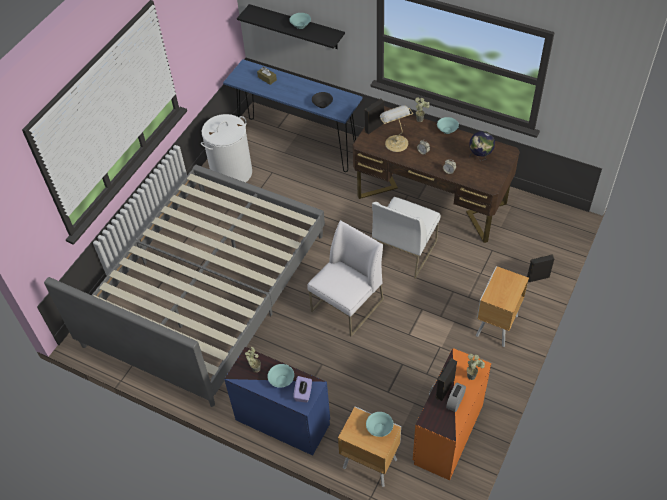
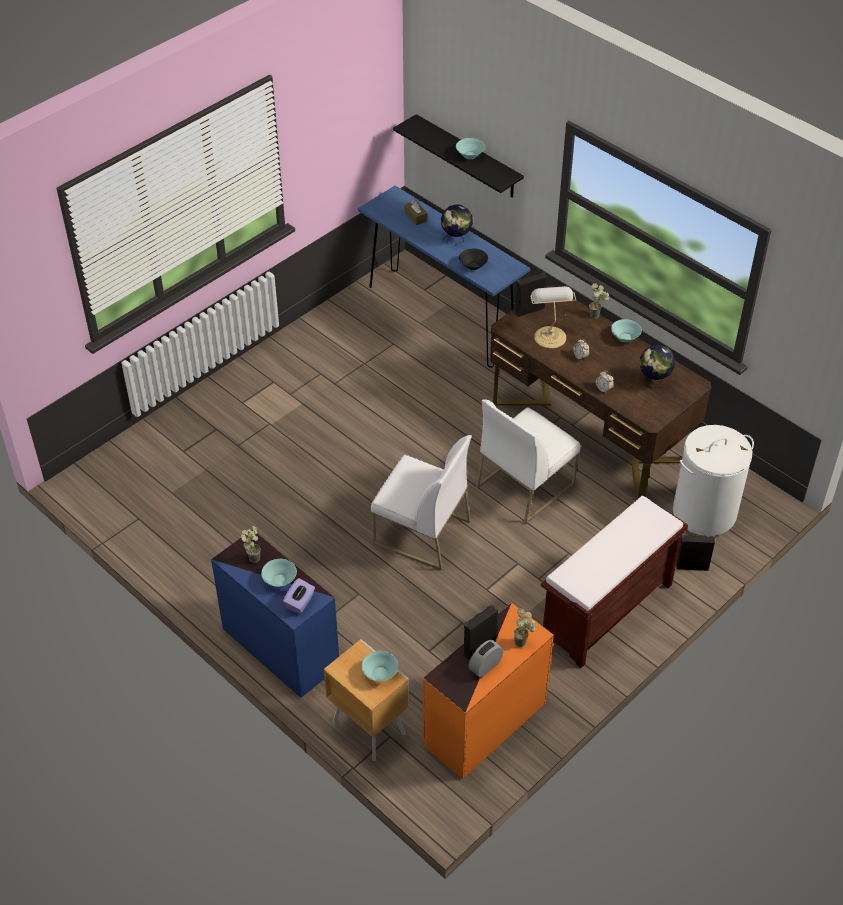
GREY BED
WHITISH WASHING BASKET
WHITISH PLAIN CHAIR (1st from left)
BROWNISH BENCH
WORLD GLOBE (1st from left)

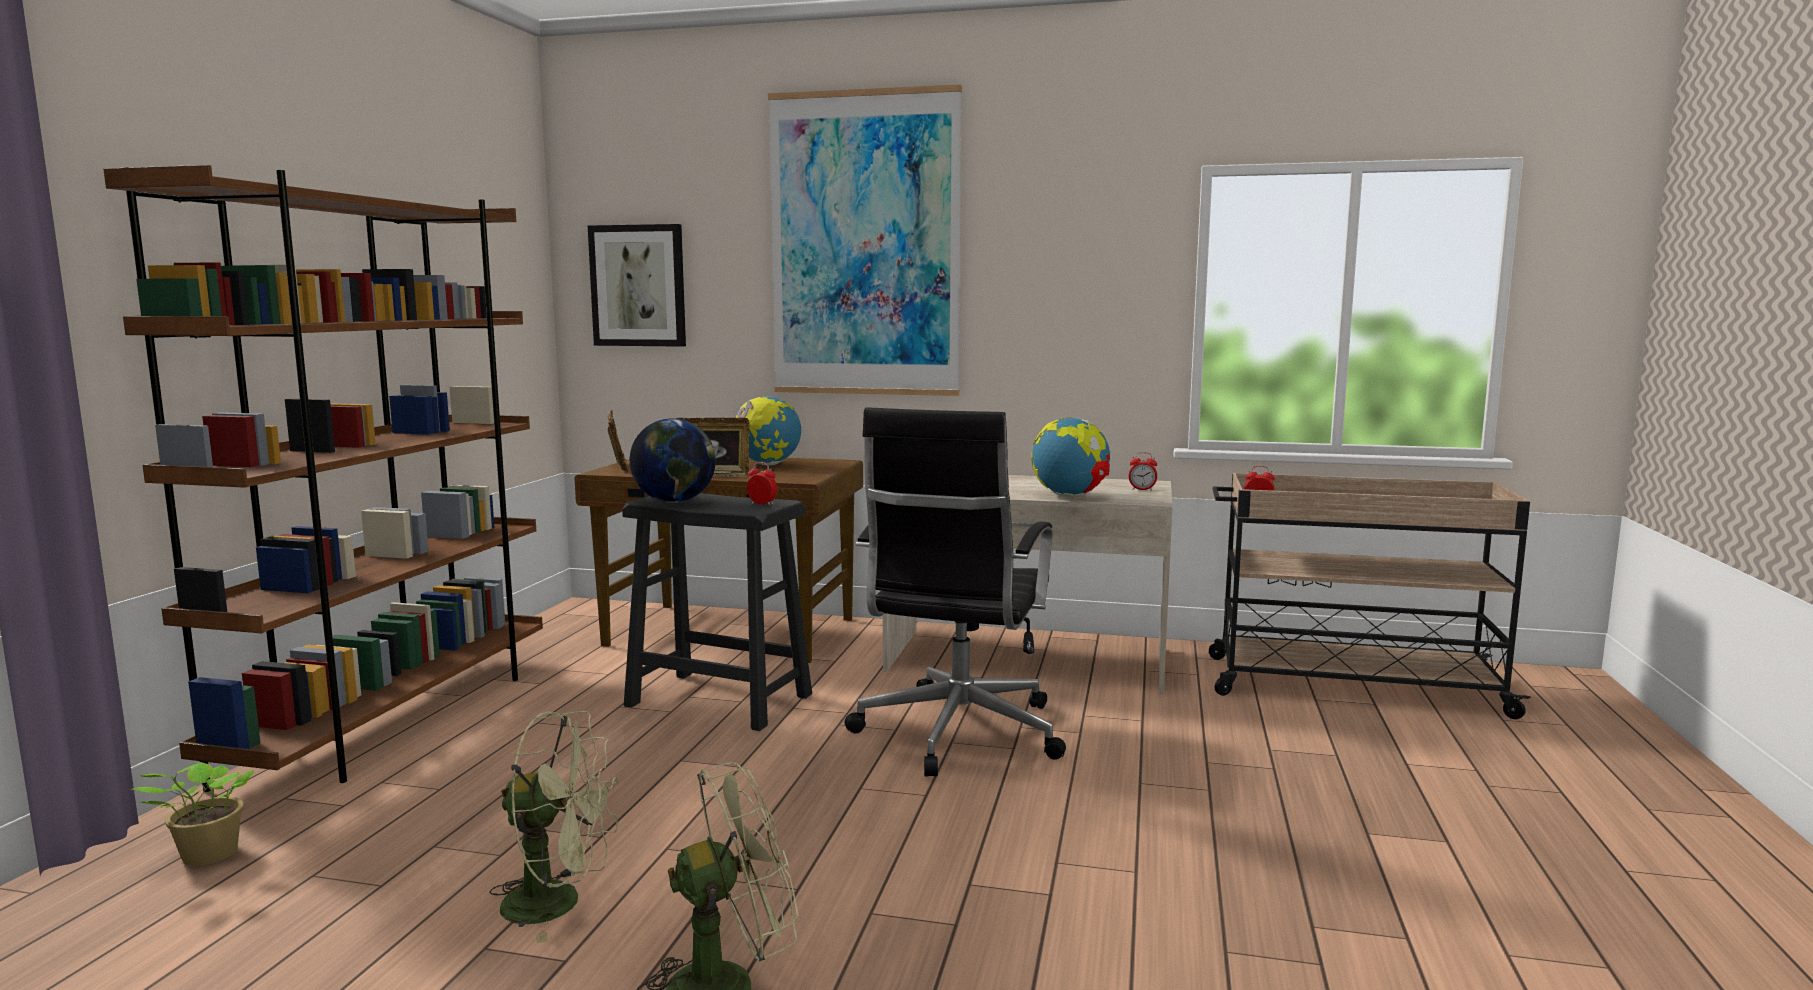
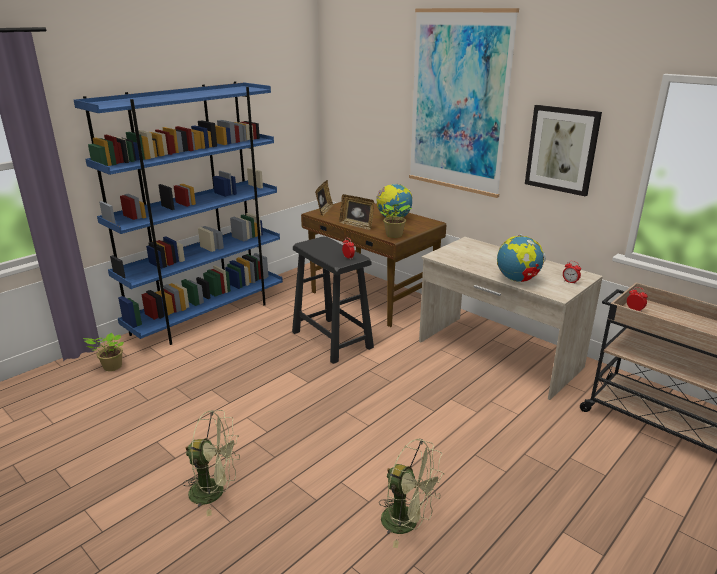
BLUE BOOKSHELF
GREEN-COLOURED ELECTRIC FAN (2nd from left)
PICTURE (2nd from left)
WORLD GLOBE (1st from left in the first image)
BLACK DESK CHAIR
HOUSEPLANT (2nd from left)

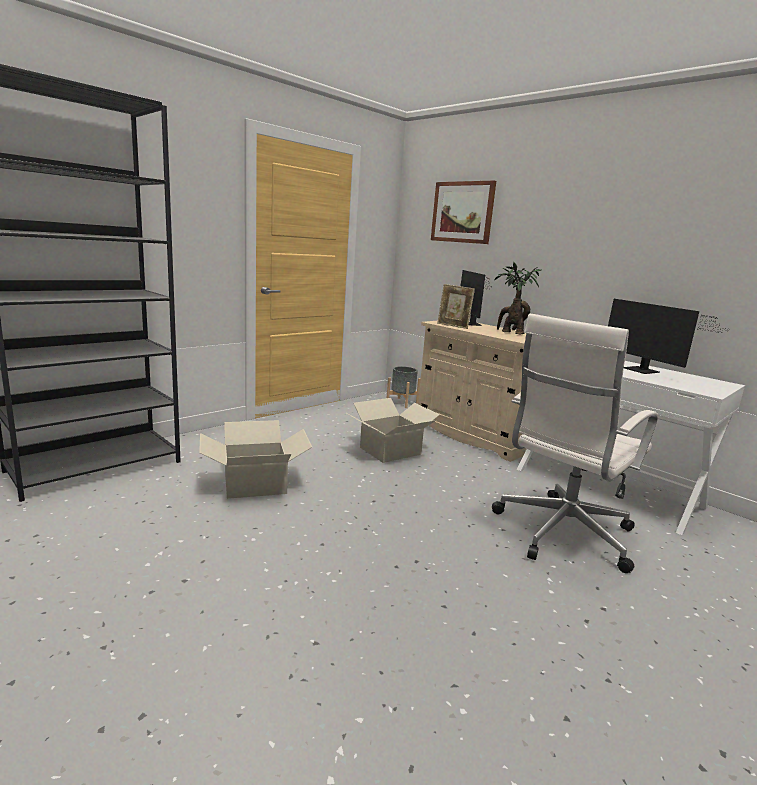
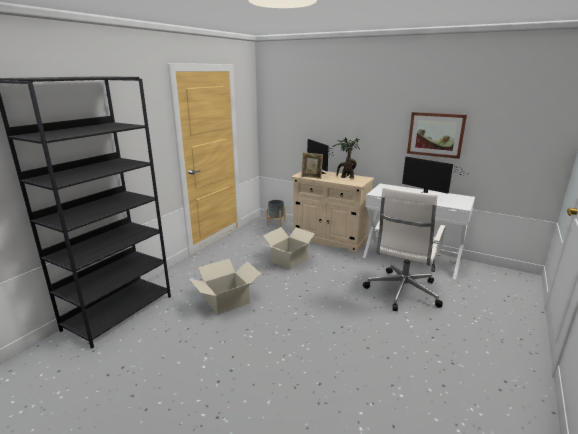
PICTURE

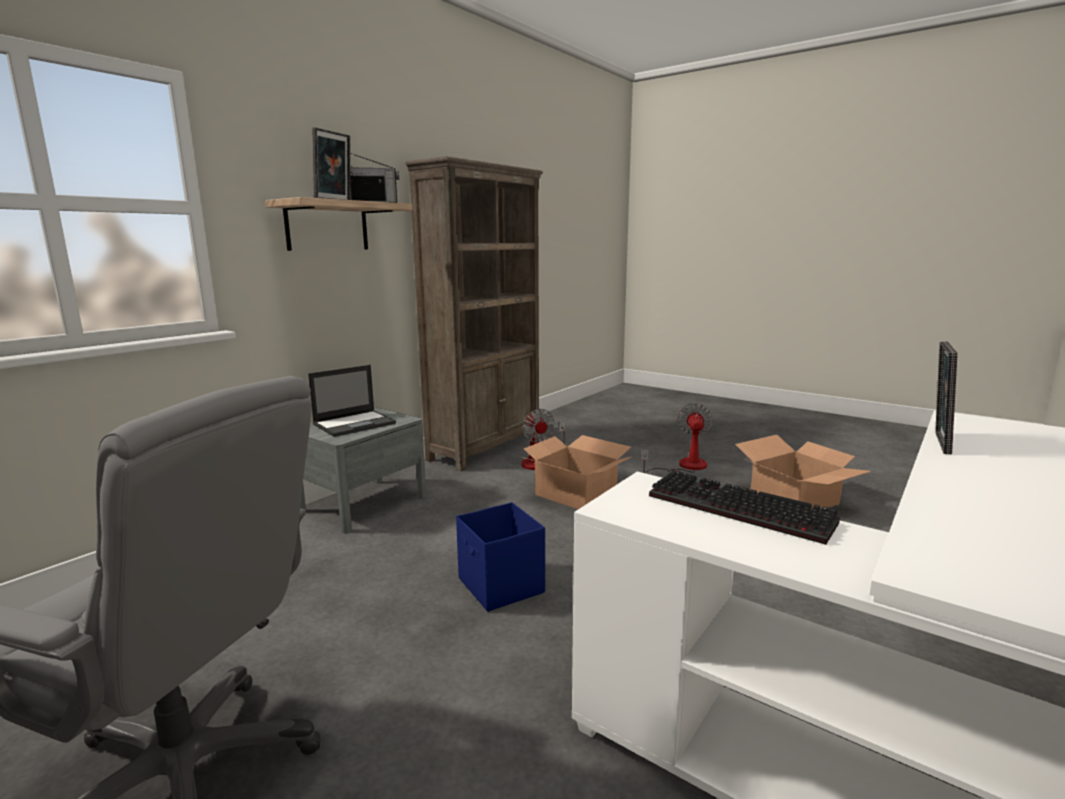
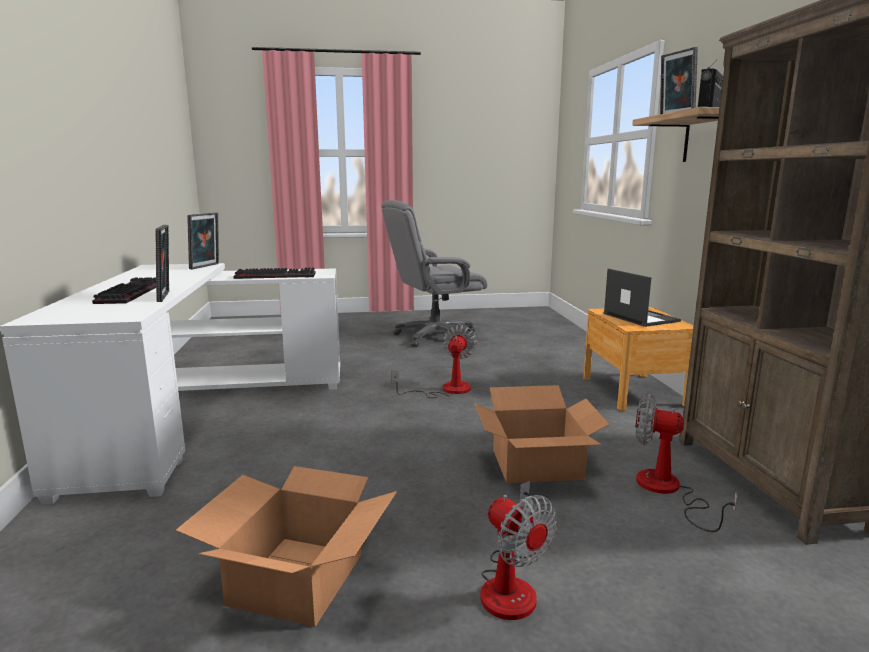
BROWNISH NIGHTSTAND
PORTABLE COMPUTER
ELECTRIC FAN (1st from left)
KEYBOARD (1st from left)
PICTURE FRAME (2nd from left)

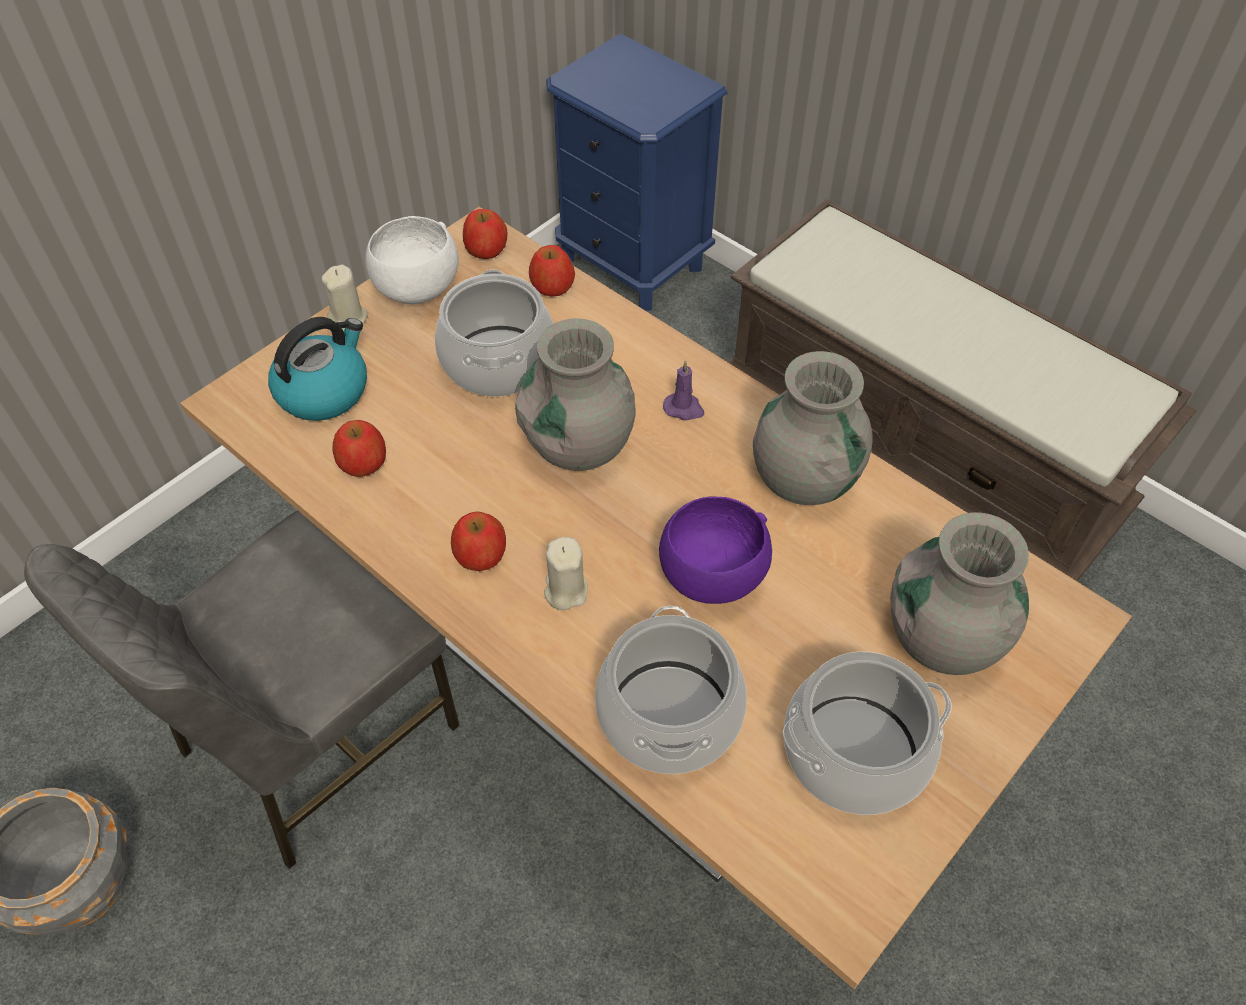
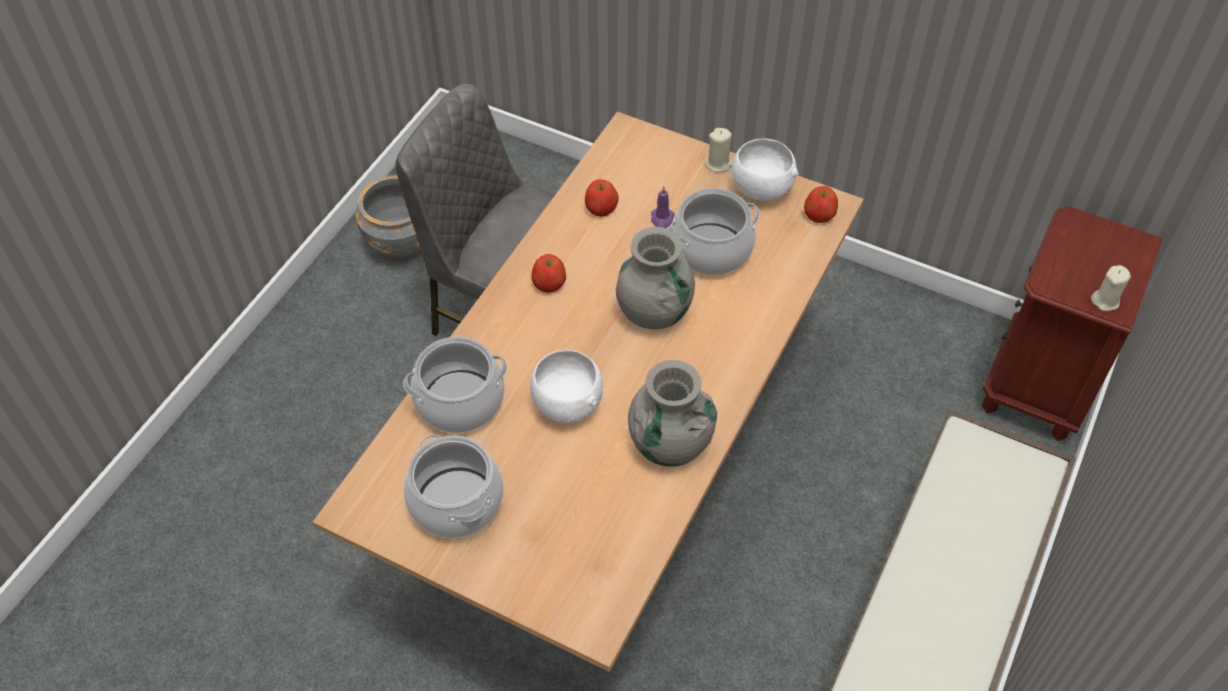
WATER KETTLE
APPLE (4th from left in the first image)
BEIGE WAX LIGHT (2nd from left)
BROWNISH NIGHTSTAND
WHITISH BOWL (1st from left)
PURPLISH WAX LIGHT
GREY VASE (3rd from left in the first image)

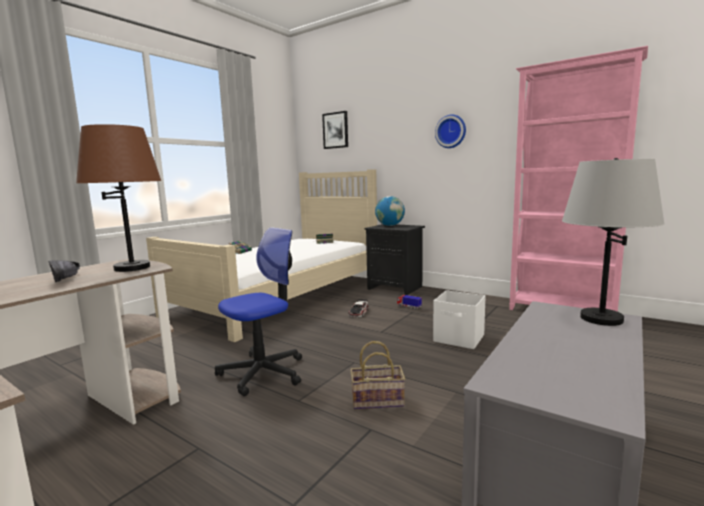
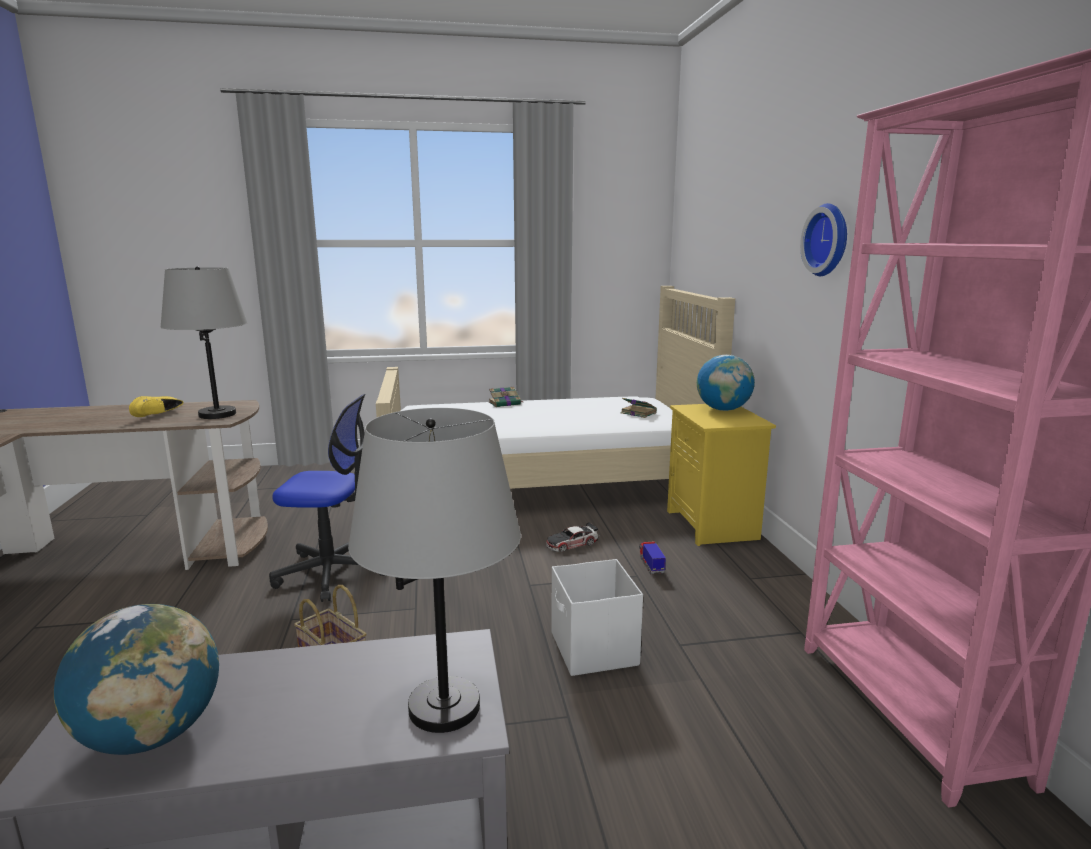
YELLOW-COLOURED ITEM OF FOOTWEAR
GREY LAMP FOR A TABLE (1st from left)
PICTURE
YELLOW-COLOURED NIGHTSTAND
WORLD GLOBE (1st from left)

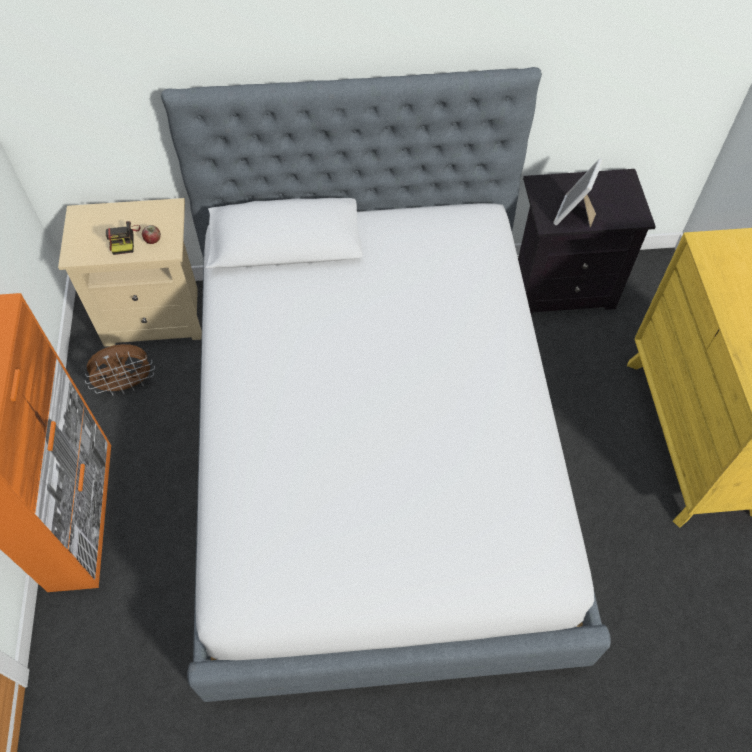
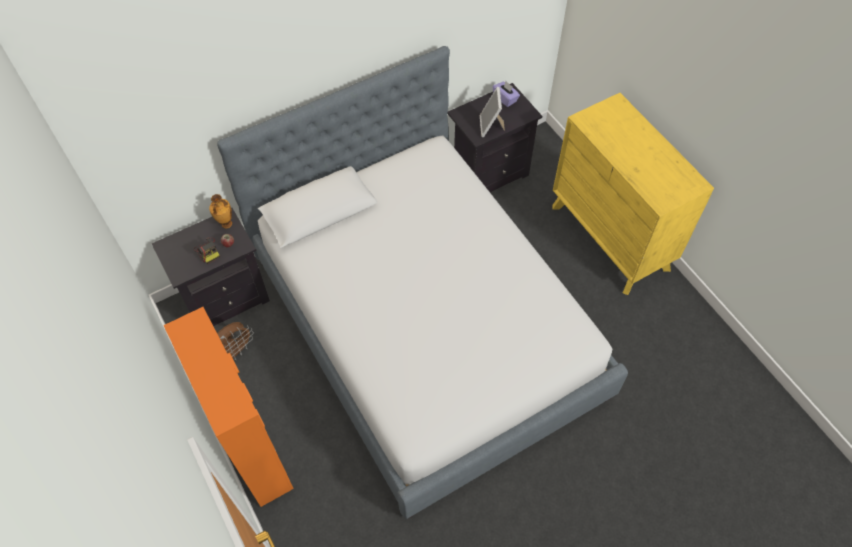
BLACK NIGHTSTAND (1st from left)
VASE
PURPLISH TISSUE HOLDER

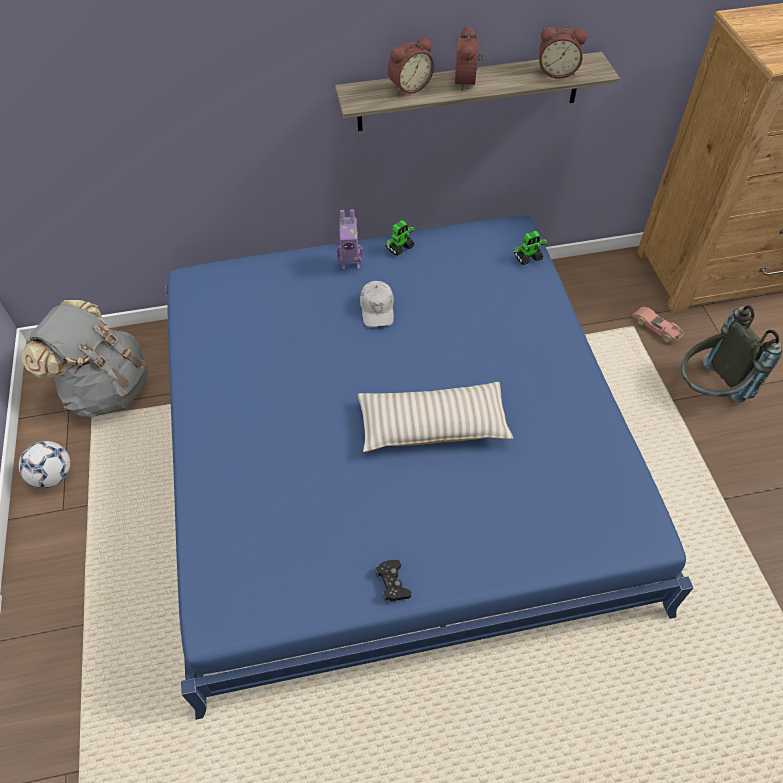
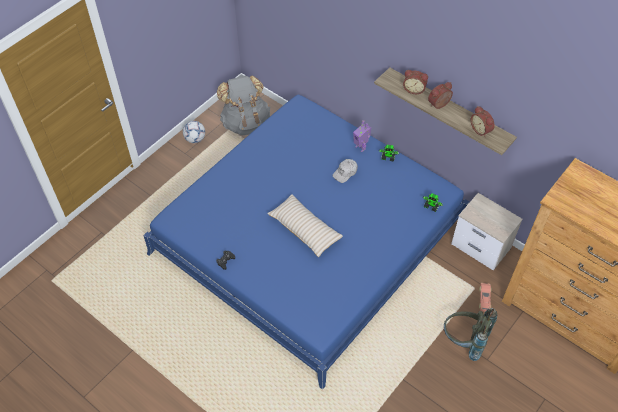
NIGHTSTAND

